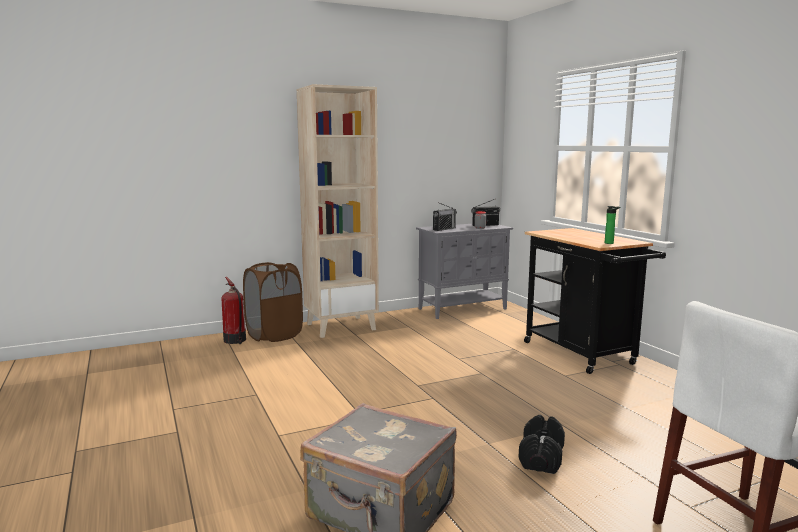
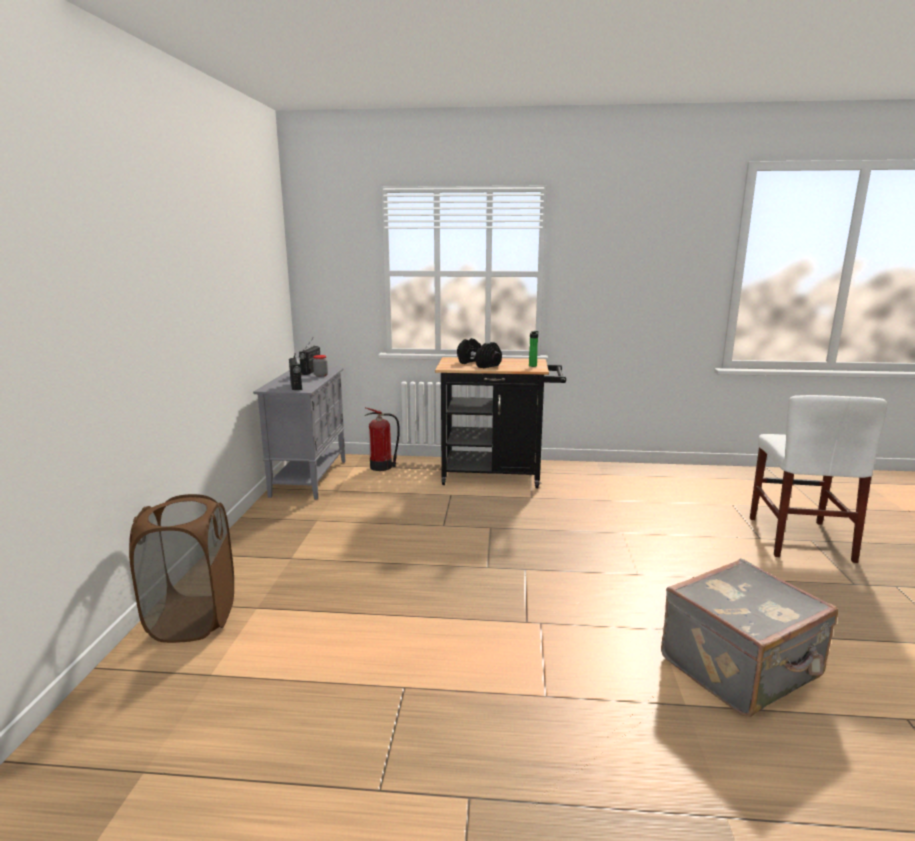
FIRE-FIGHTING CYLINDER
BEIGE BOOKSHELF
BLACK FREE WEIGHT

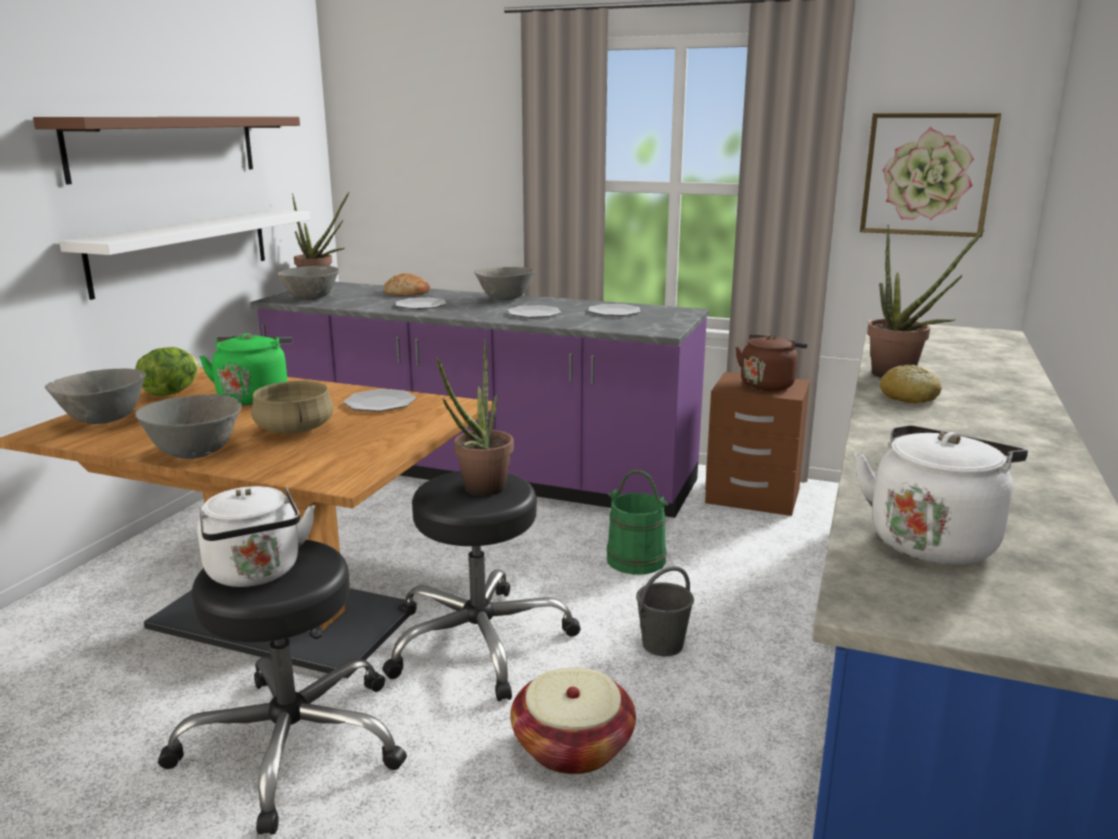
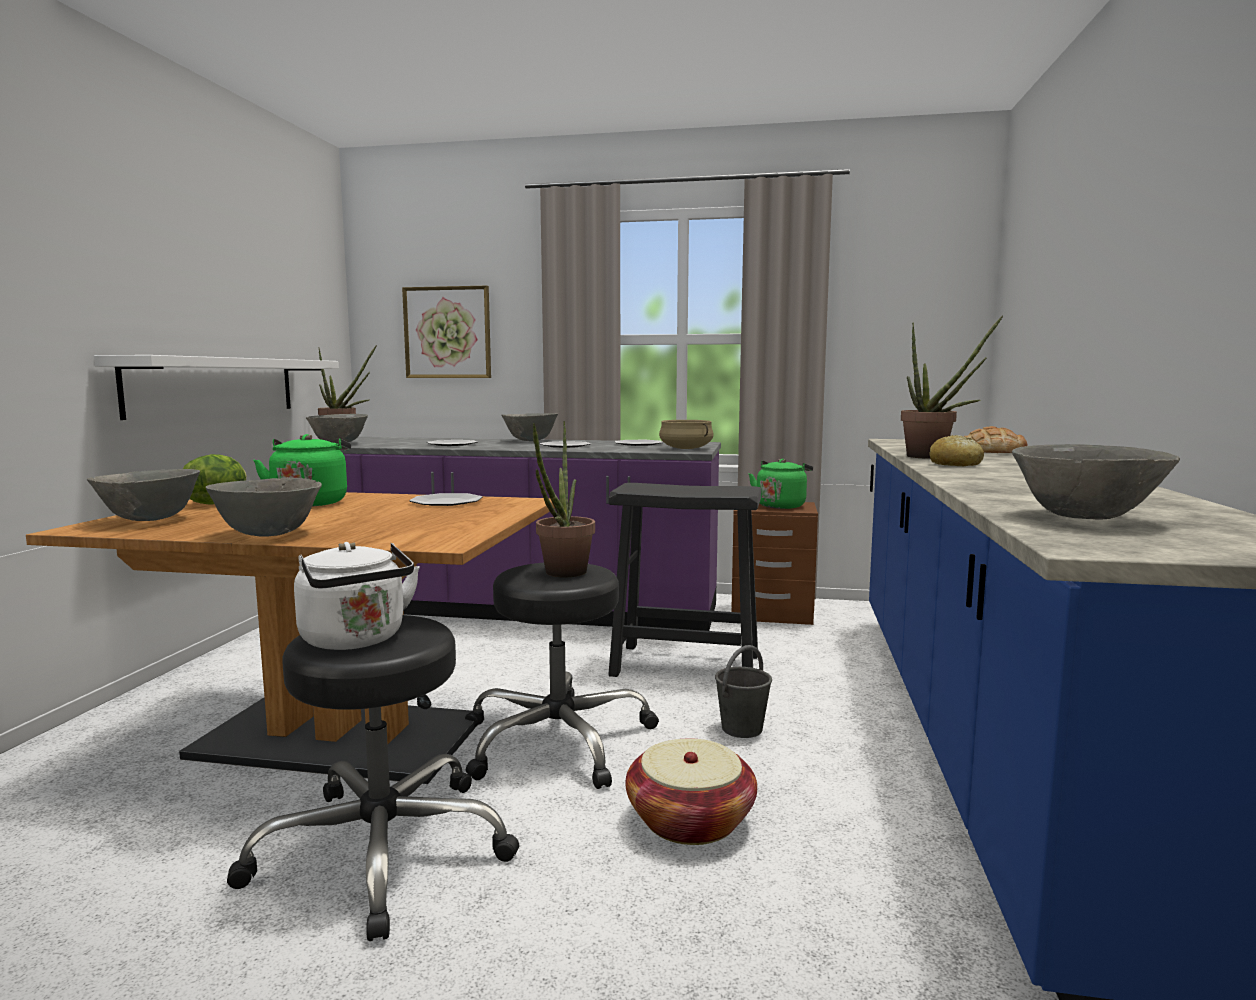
BROWNISH SHELF
BEIGE COOKING POT
BAKERY BREAD (2nd from left)
BLACK STOOL SEAT (3rd from left)
GREEN-COLOURED WATER KETTLE (2nd from left)
GREY BOWL (5th from left)
PICTURE

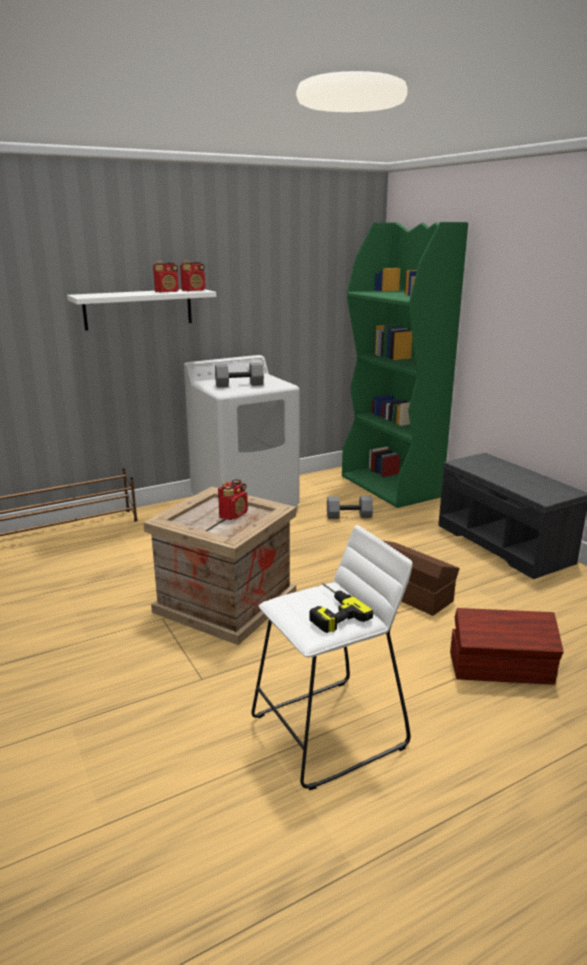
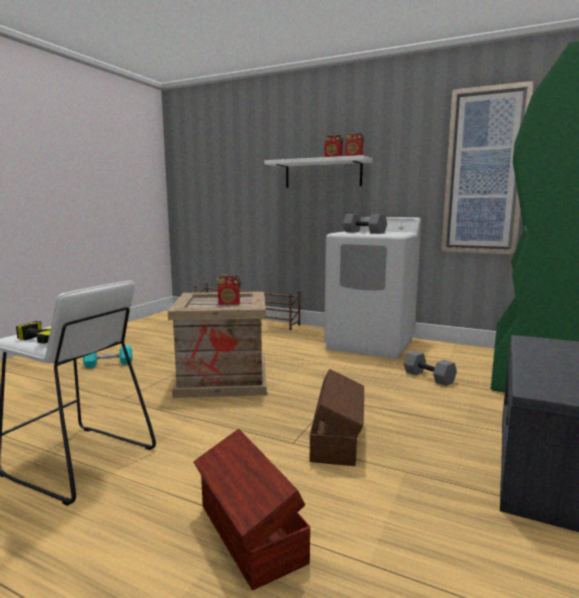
BLUE-GREEN FREE WEIGHT
PICTURE

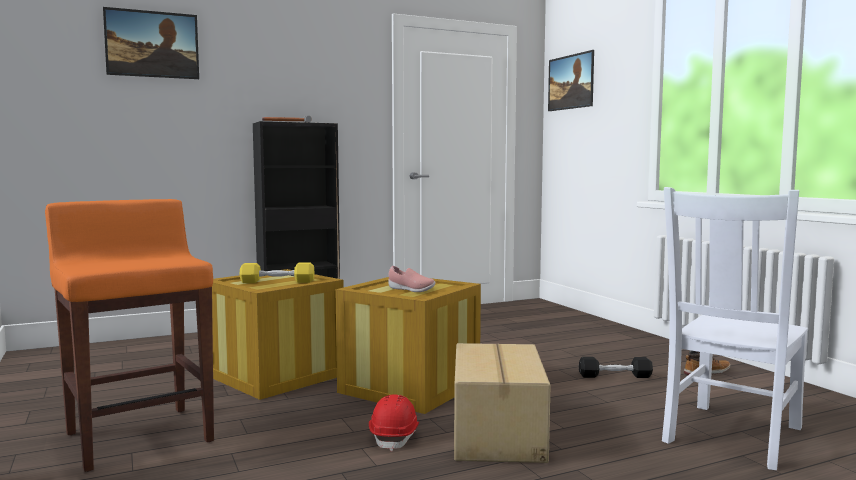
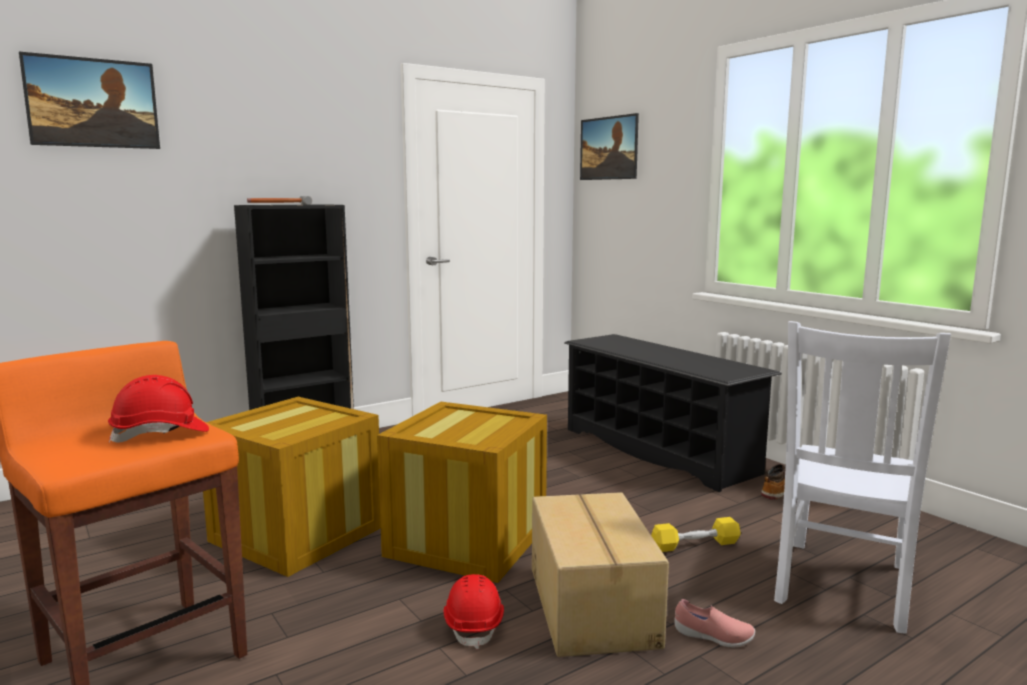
YELLOW-COLOURED FREE WEIGHT
PINK ITEM OF FOOTWEAR
BLACK FREE WEIGHT
RED-COLOURED SAFETY HELMET (1st from left)
BLACK SHOE RACK

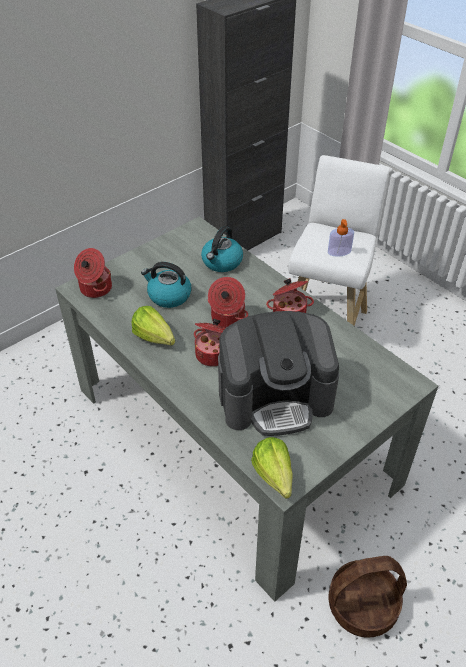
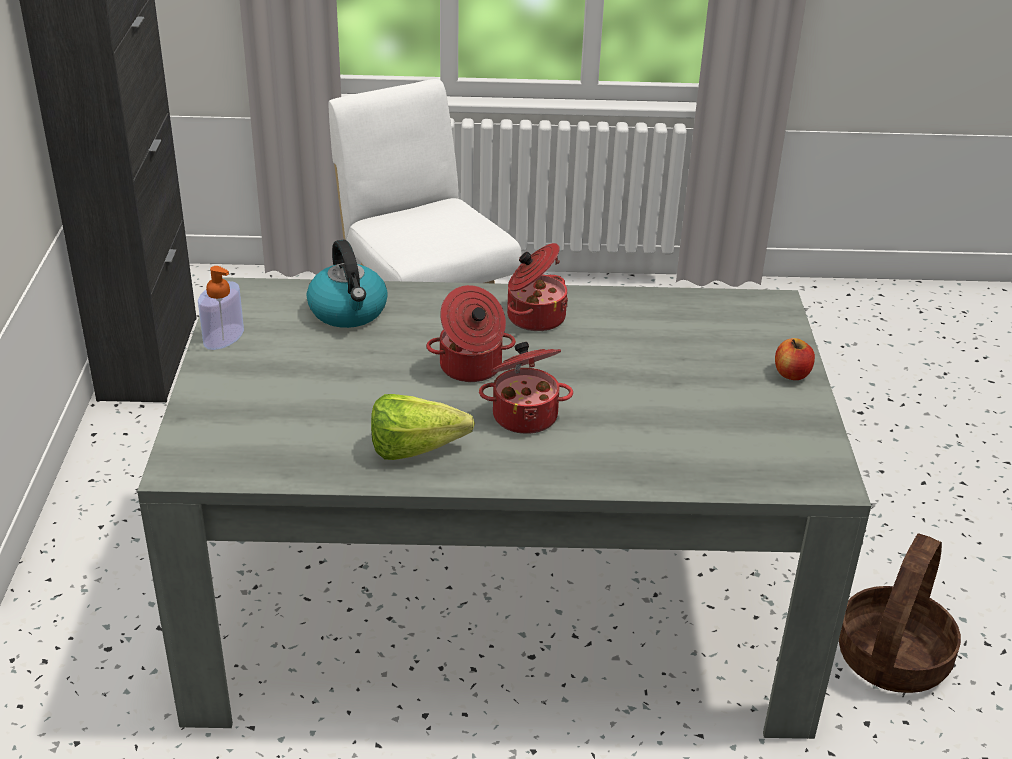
COOKING POT (1st from left in the first image)
WATER KETTLE (1st from left in the first image)
COFFEE BREWER
HEAD OF LETTUCE (2nd from left in the first image)
LIQUID SOAP BOTTLE
APPLE

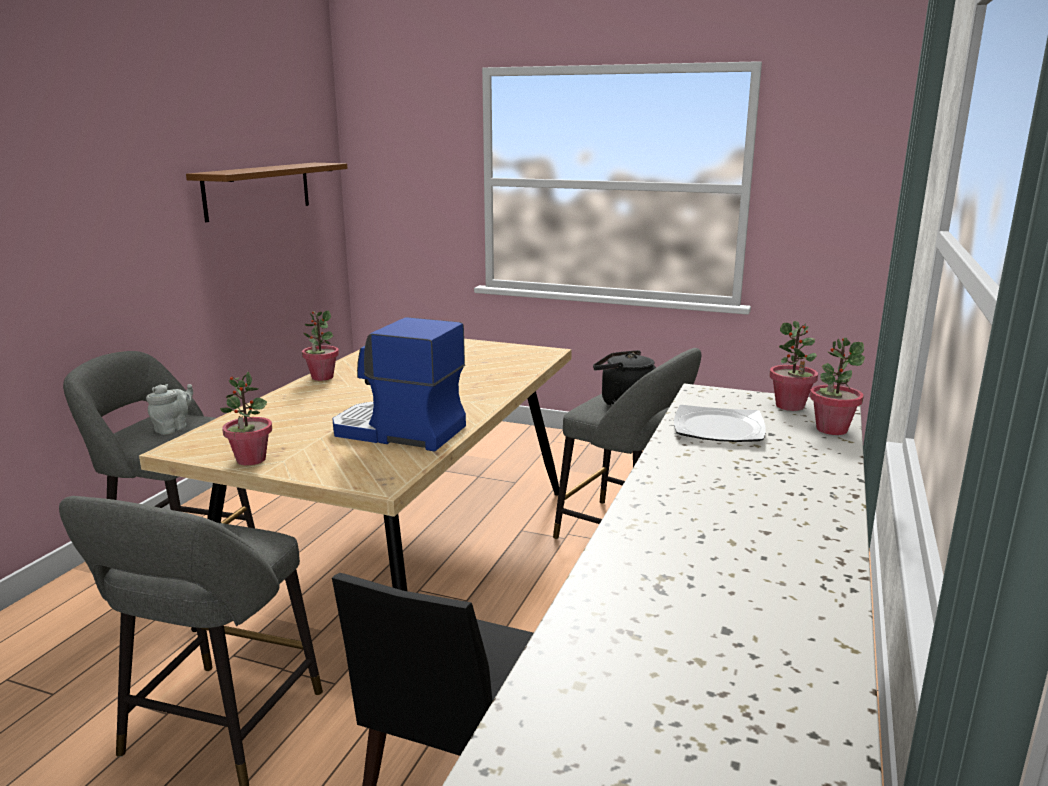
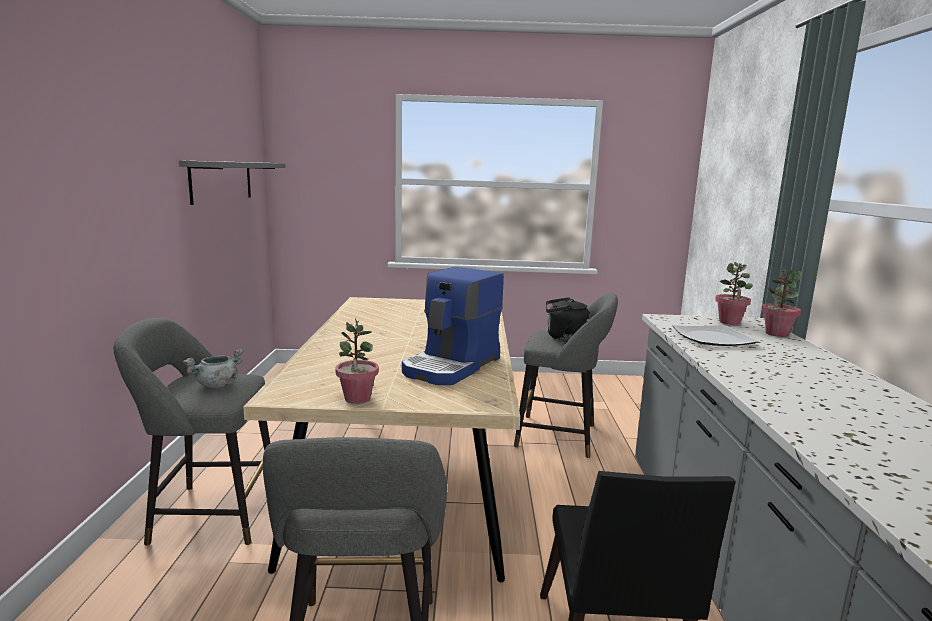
GREY COOKING POT
GREY SHELF
HOUSEPLANT (2nd from left in the first image)
COFFEE BREWER

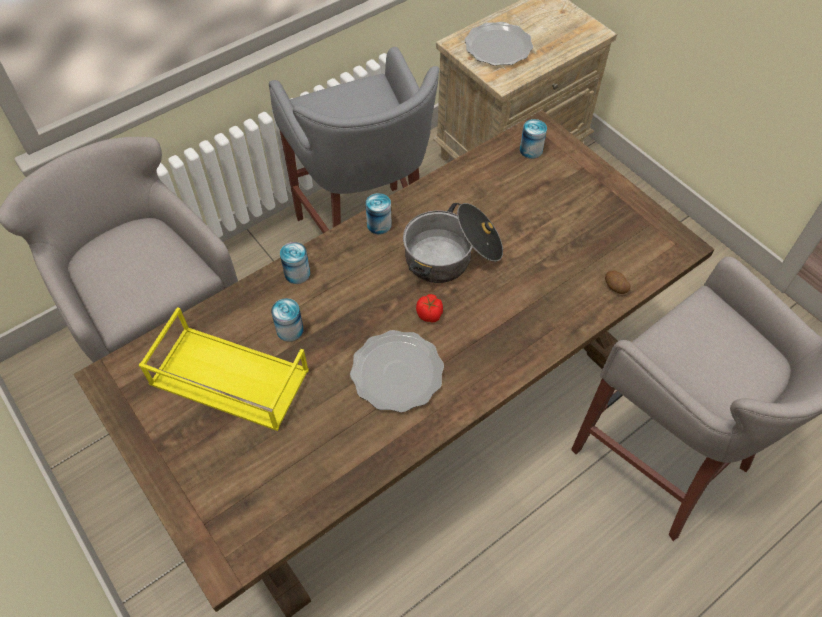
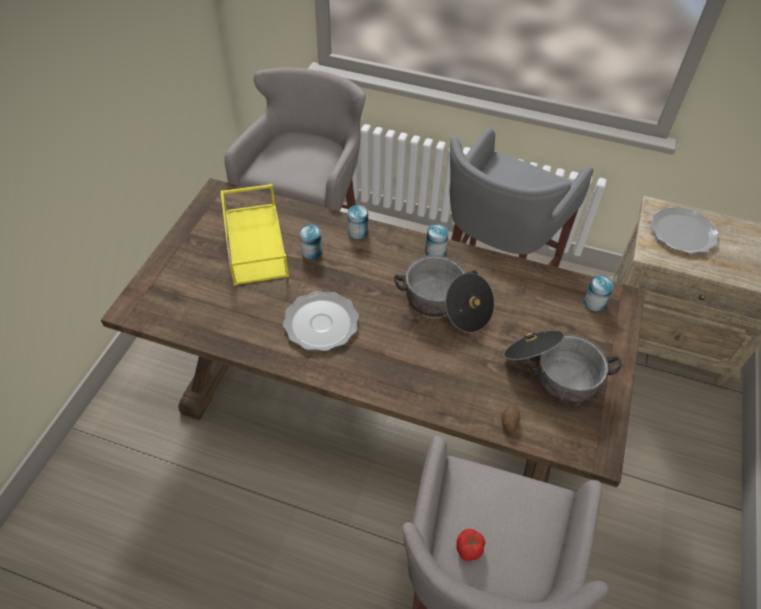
FRESH TOMATO
COOKING POT (2nd from left)

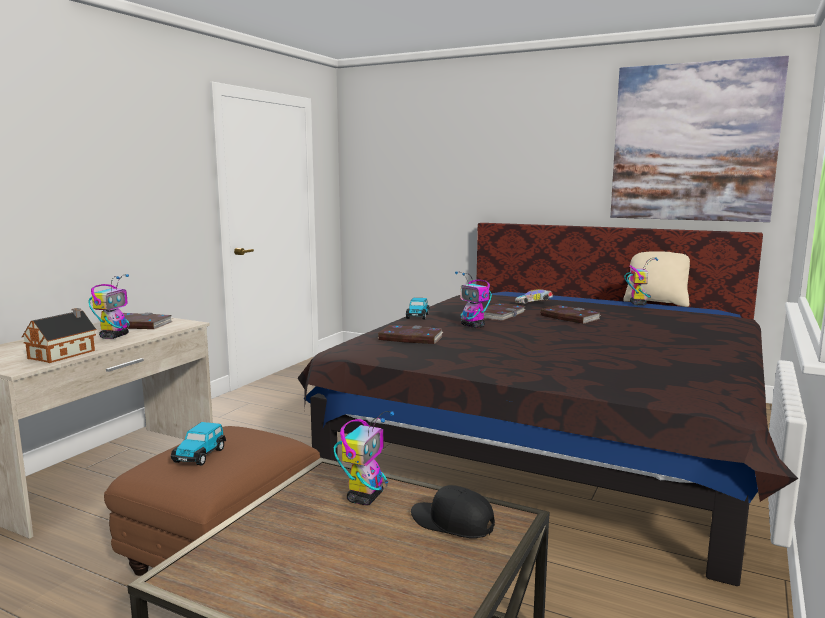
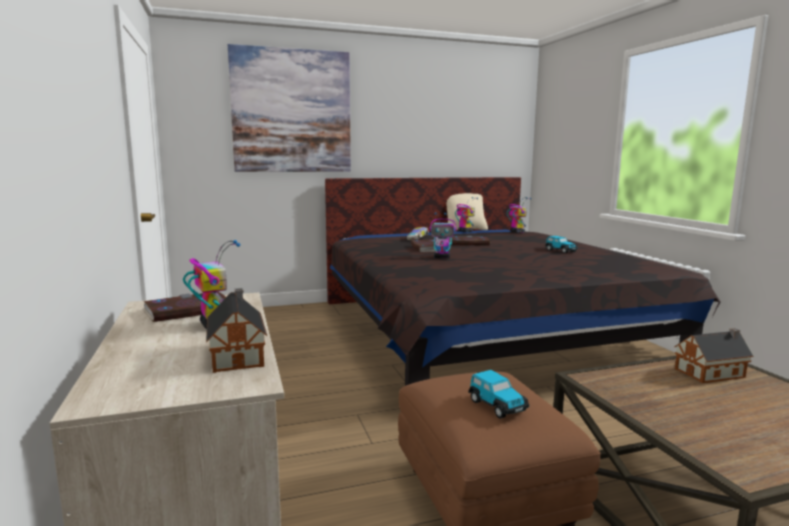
TOY ROBOT (4th from left)
VOLUME (2nd from left in the first image)
TOY CAR (3rd from left)
MINIATURE HOUSE (2nd from left)
PICTURE

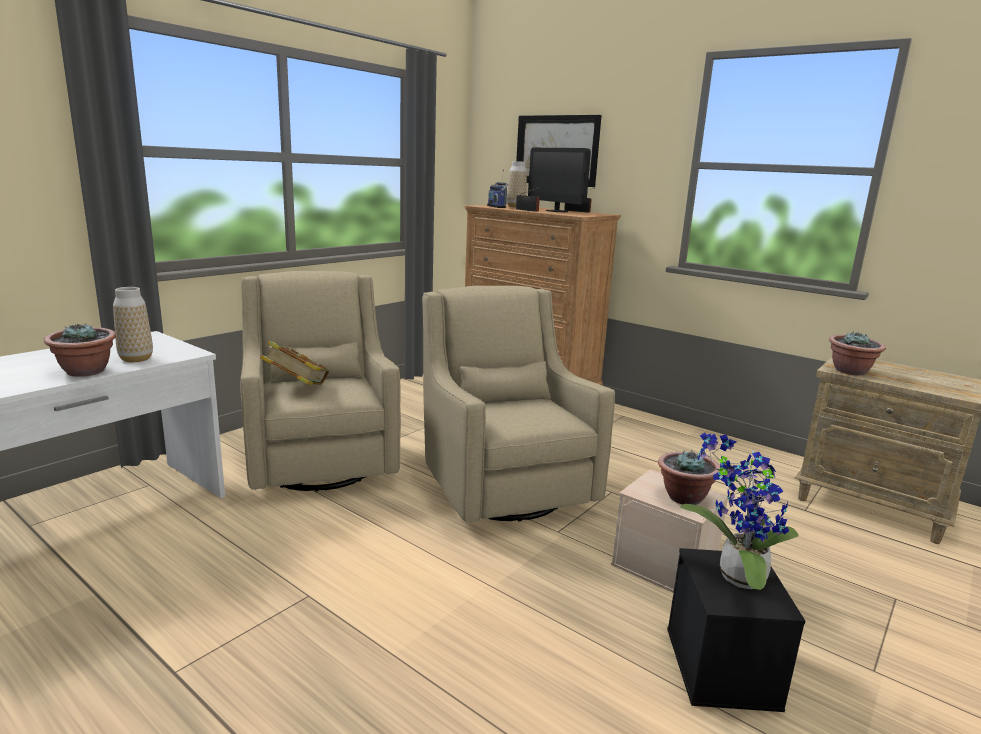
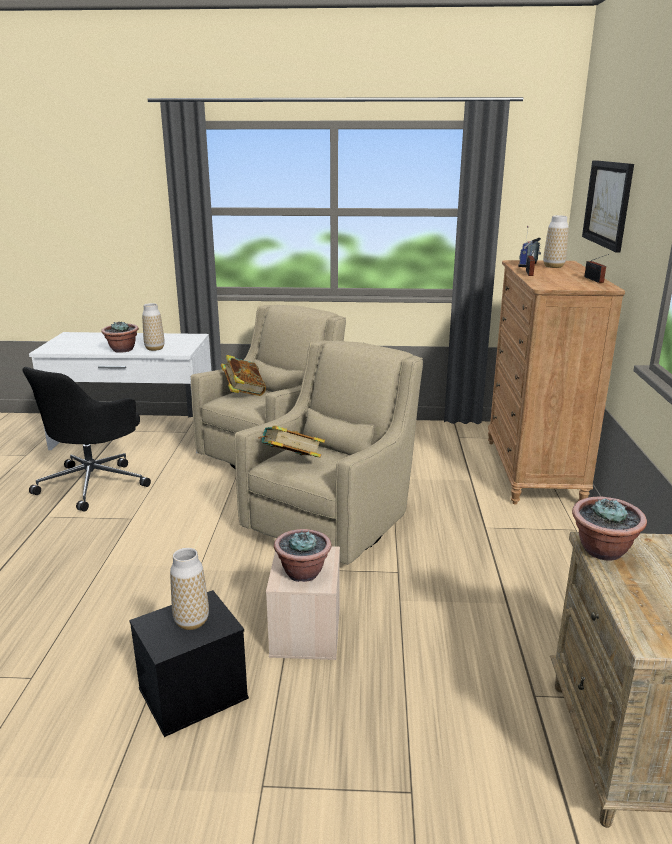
COMPUTER SCREEN
VASE (2nd from left)
BLACK DESK CHAIR
VOLUME (2nd from left)

